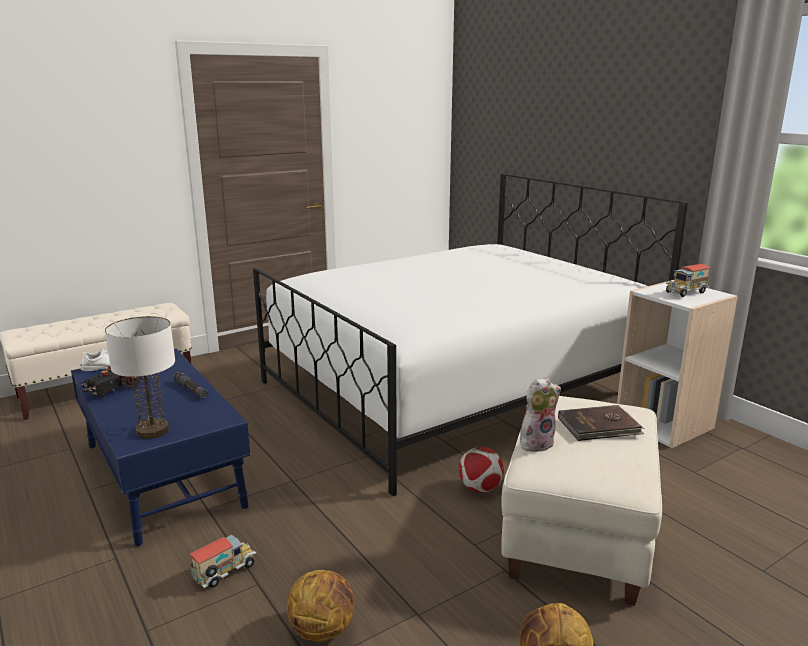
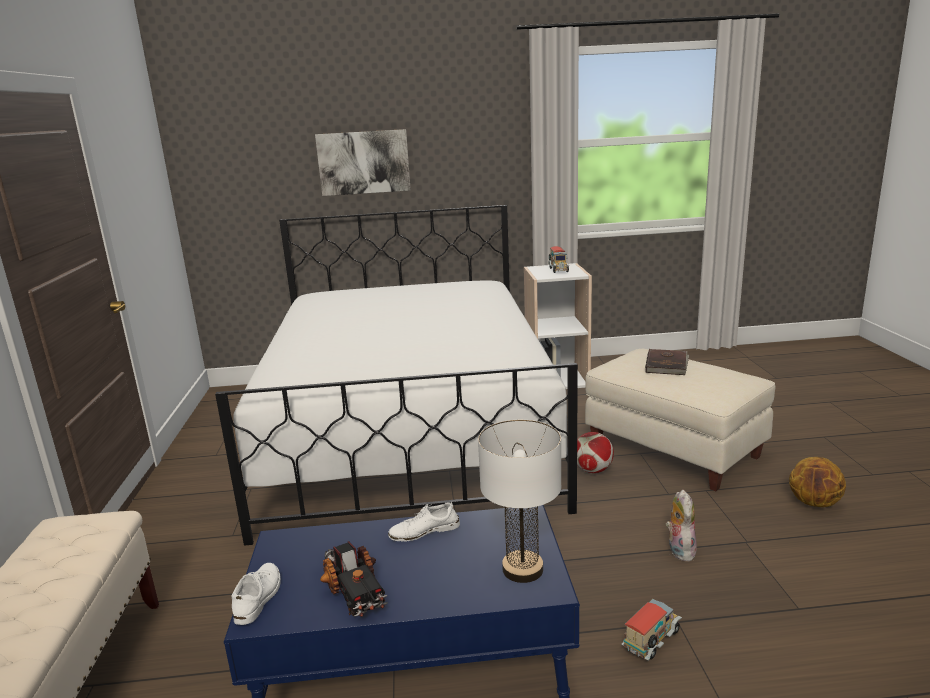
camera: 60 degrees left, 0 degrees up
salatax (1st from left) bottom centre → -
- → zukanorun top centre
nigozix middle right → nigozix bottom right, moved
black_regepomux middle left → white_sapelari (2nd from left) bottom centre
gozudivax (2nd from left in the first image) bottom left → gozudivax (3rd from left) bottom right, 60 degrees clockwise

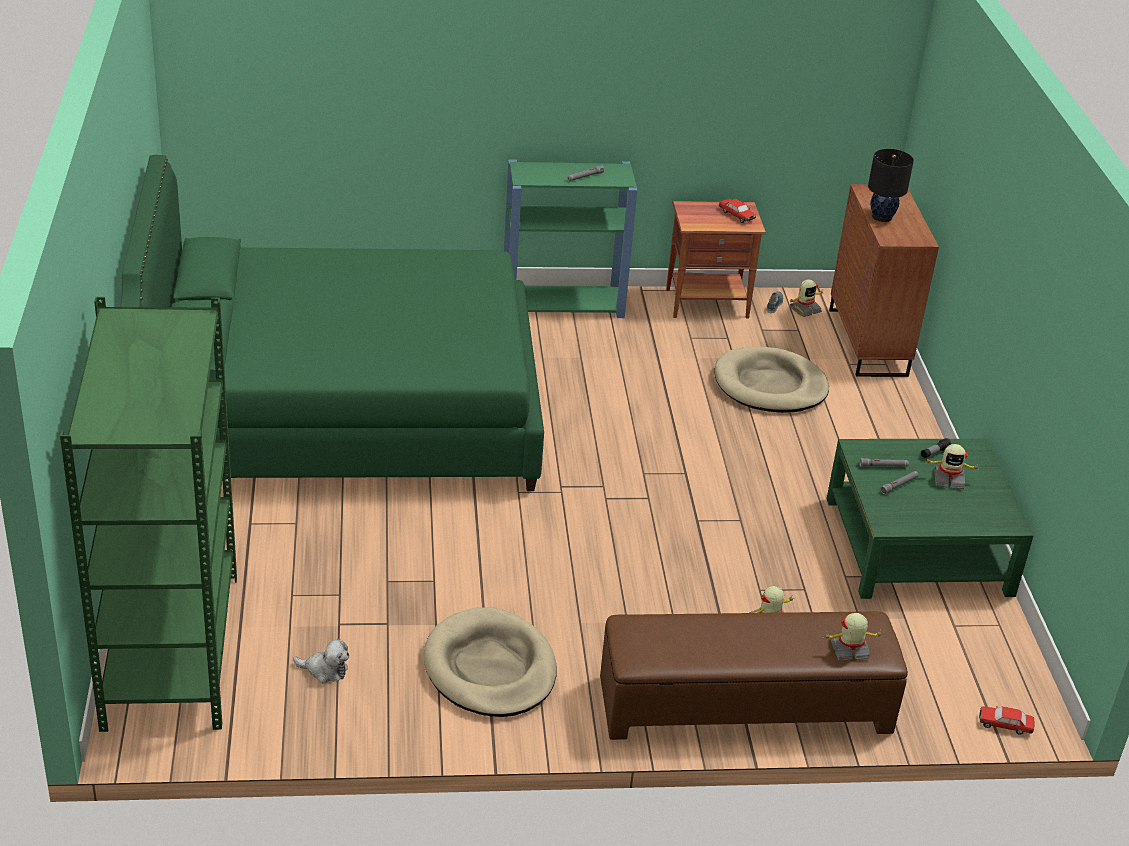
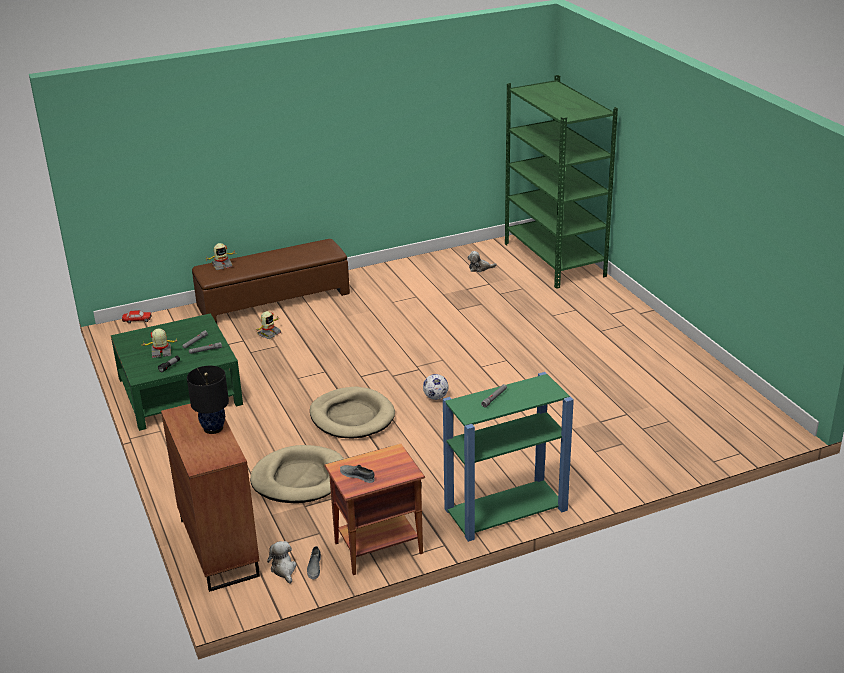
camera: 165 degrees right, 5 degrees down
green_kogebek middle left → -
- → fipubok centre
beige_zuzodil (1st from left in the first image) bottom centre → beige_zuzodil (2nd from left) centre, moved
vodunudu (1st from left) top centre → grey_sapelari (2nd from left) bottom centre
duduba (2nd from left) middle right → nigozix (1st from left) bottom centre

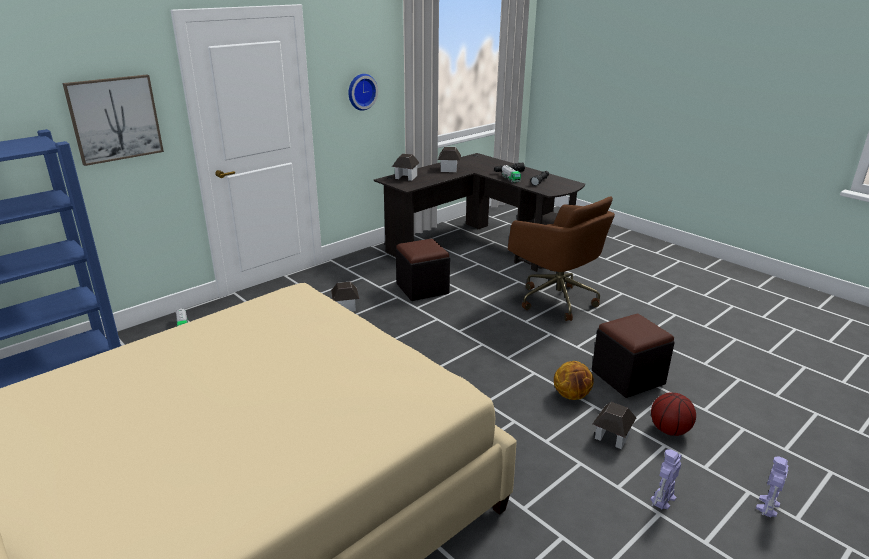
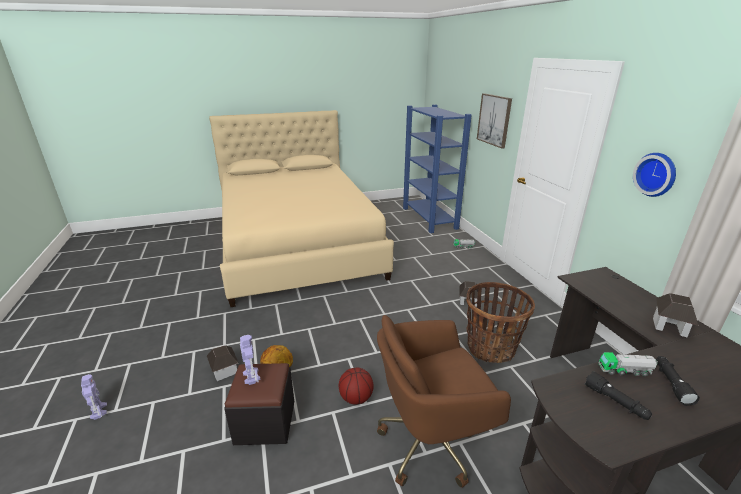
camera: 115 degrees right, 0 degrees up
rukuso (2nd from left) top centre → -
duduba (1st from left in the first image) bottom right → duduba (2nd from left) bottom centre, moved
salatax (2nd from left) bottom right → salatax (2nd from left) bottom centre, moved
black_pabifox (1st from left) centre → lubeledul middle right

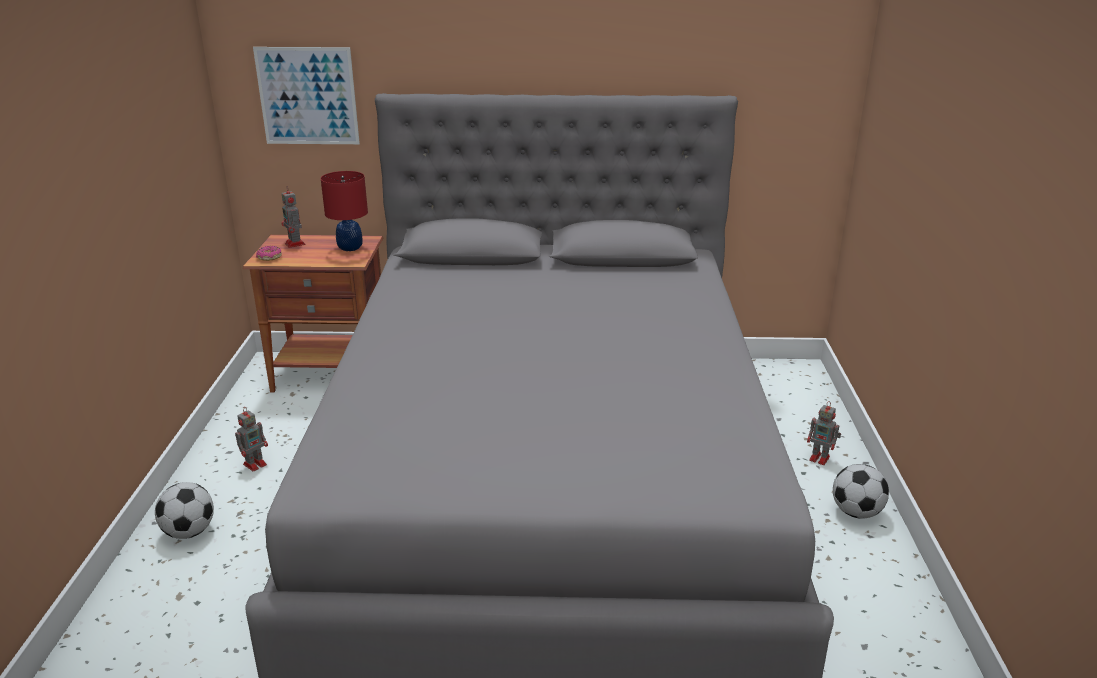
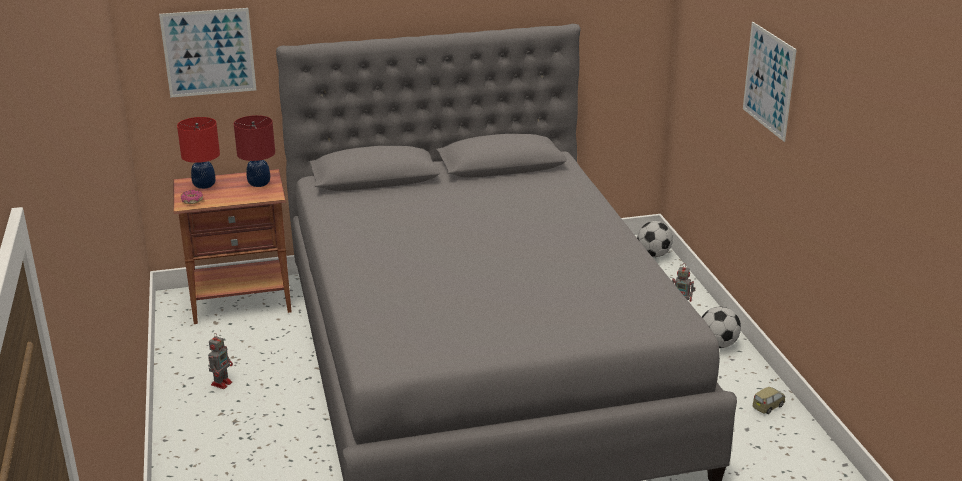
camera: 15 degrees left, 0 degrees up
- → zukanorun (2nd from left) top right
- → vodunudu bottom right
fipubok (1st from left) bottom left → fipubok (1st from left) middle right, moved
duduba (2nd from left) top left → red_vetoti (1st from left) top left

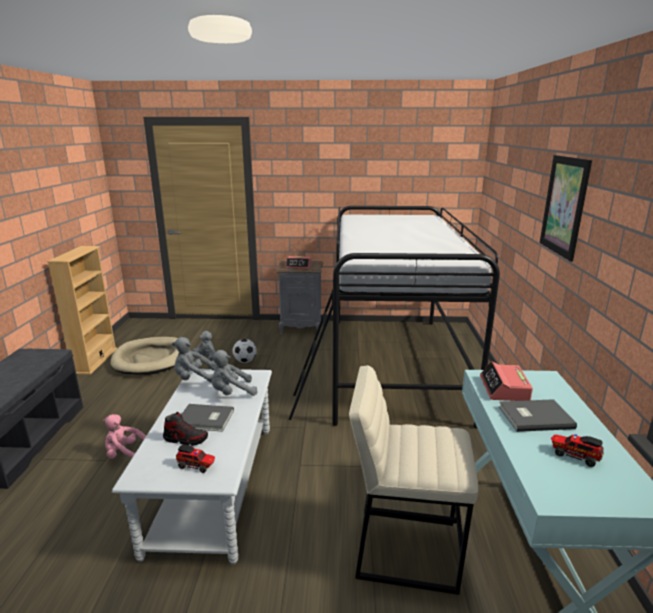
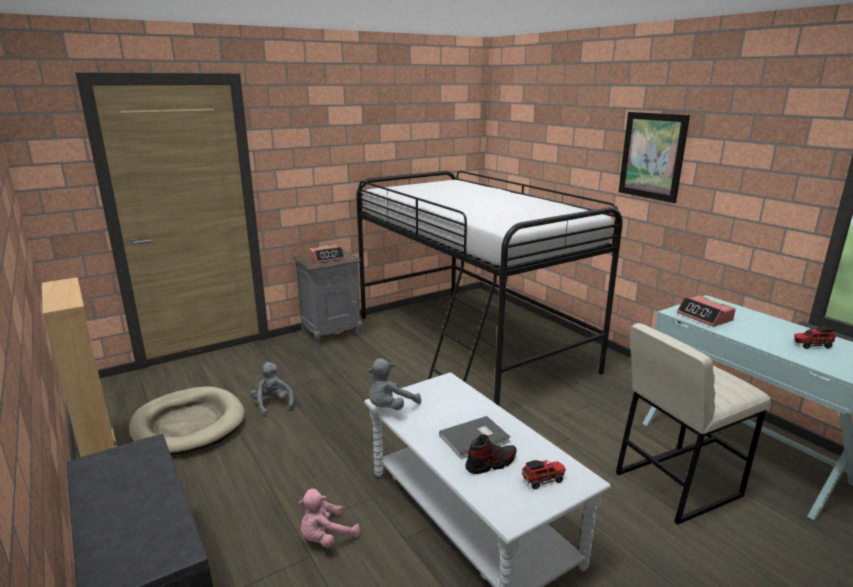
camera: 35 degrees left, 0 degrees up
grey_nigozix (3rd from left) centre → -
fipubok centre → -
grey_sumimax (2nd from left) bottom right → -

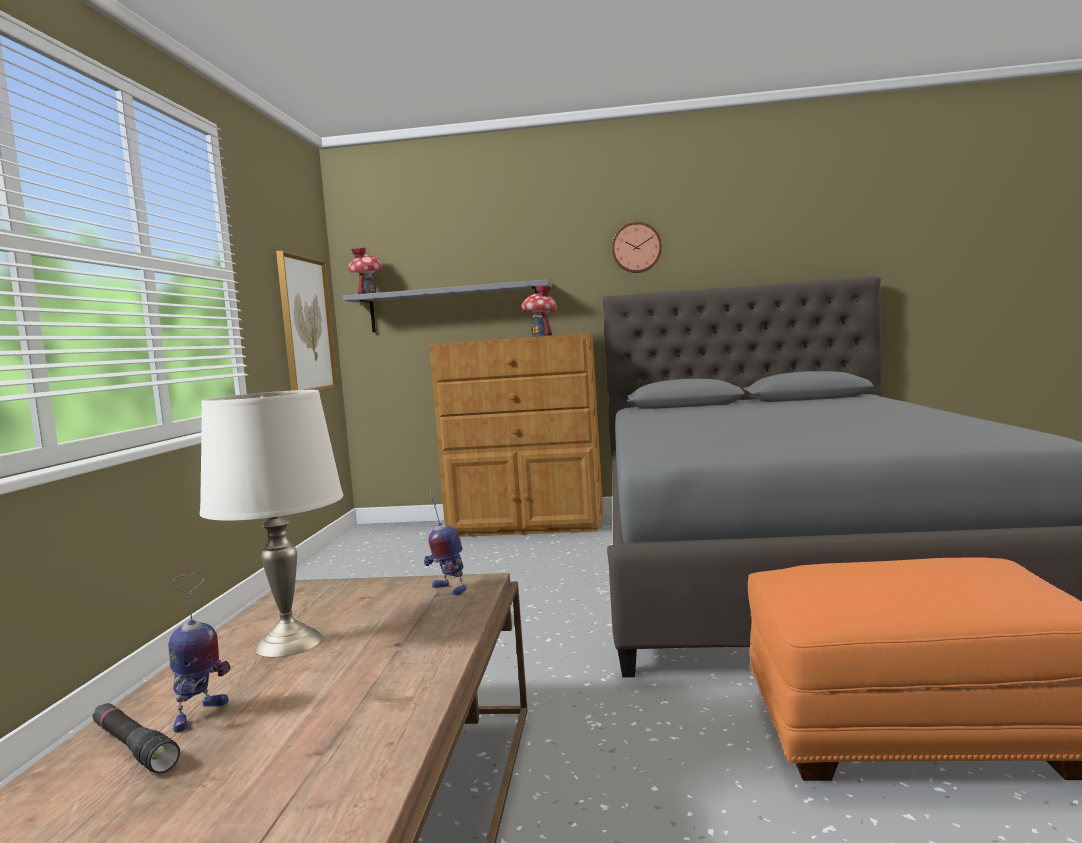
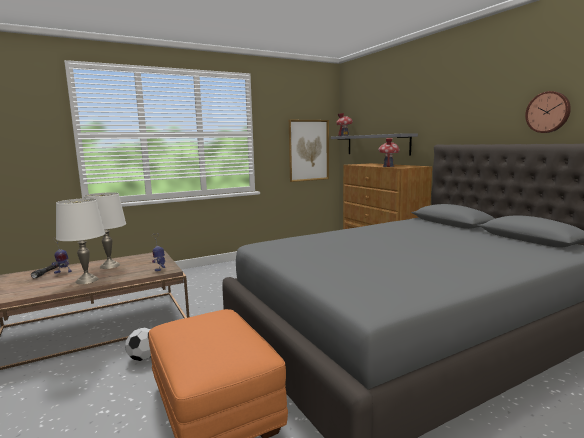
camera: 55 degrees right, 5 degrees up
- → white_vetoti (1st from left) middle left
- → fipubok bottom left
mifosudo top centre → mifosudo top right, moved

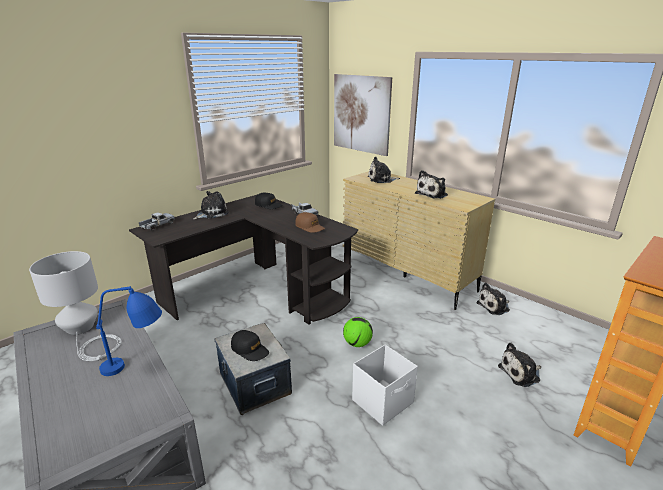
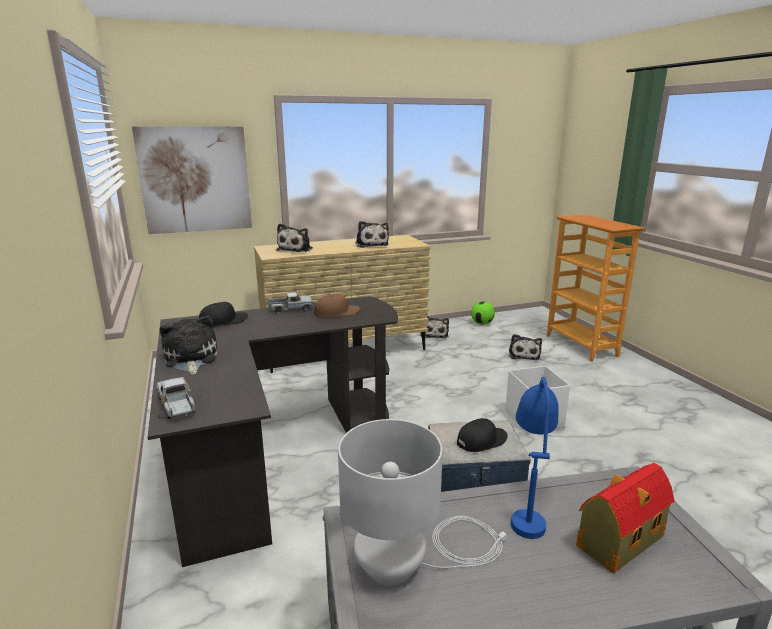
camera: 65 degrees left, 5 degrees down
- → rukuso bottom right
fipubok bottom centre → fipubok centre, moved

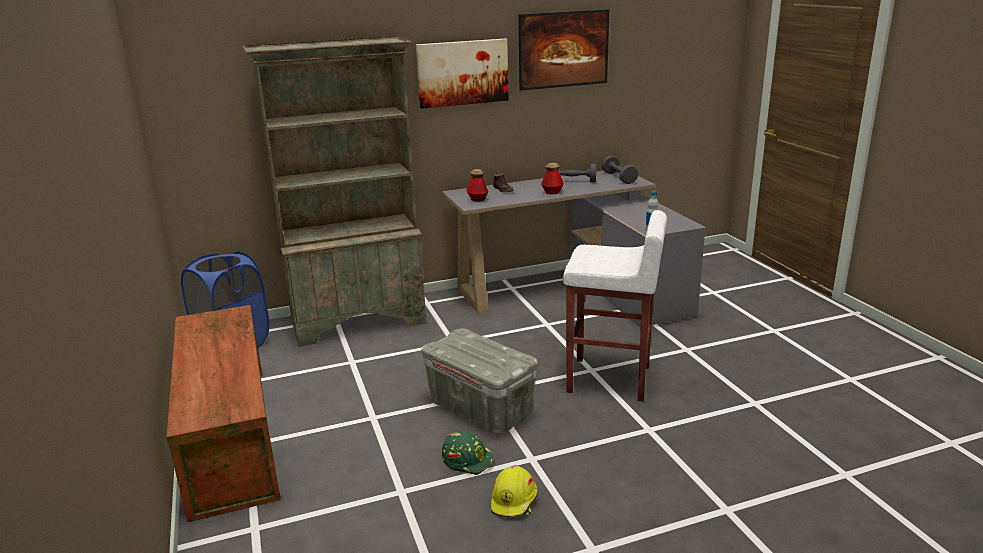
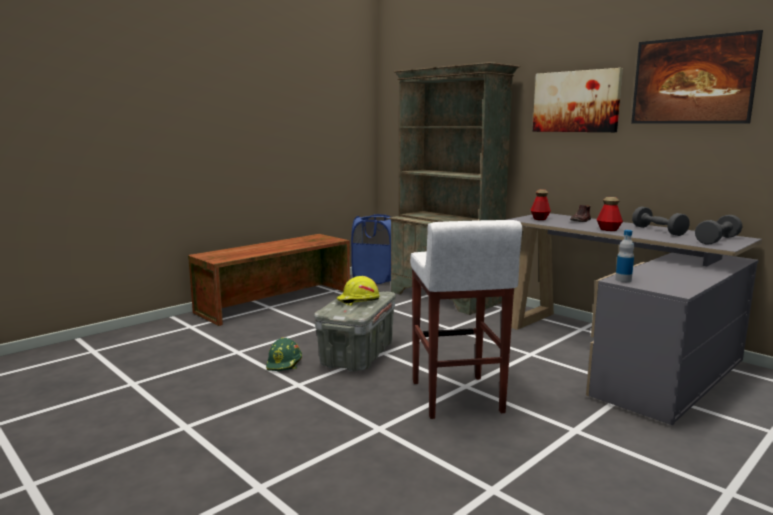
camera: 65 degrees right, 10 degrees down
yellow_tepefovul bottom centre → yellow_tepefovul centre, moved

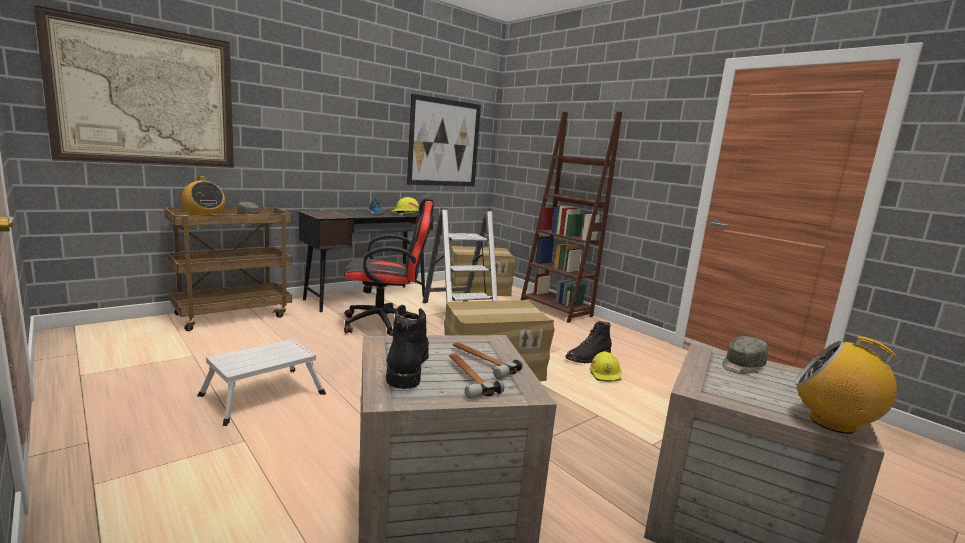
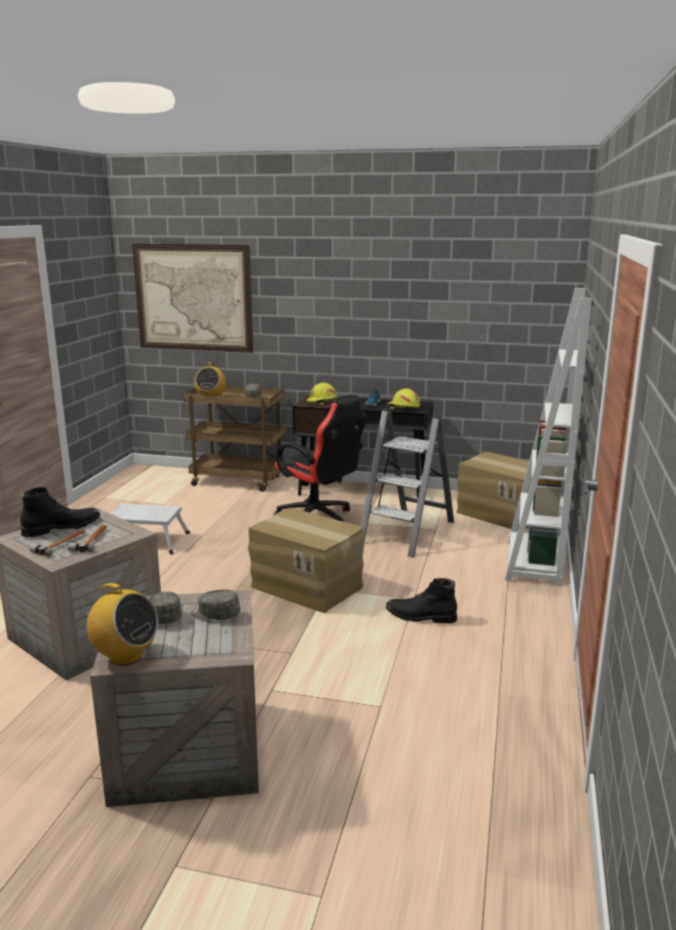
camera: 55 degrees right, 5 degrees up
zukanorun (2nd from left) top centre → -
- → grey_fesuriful (1st from left) middle left
yellow_tepefovul (2nd from left in the first image) bottom centre → yellow_tepefovul (1st from left) centre, moved
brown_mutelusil centre → white_mutelusil middle right
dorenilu (2nd from left in the first image) bottom right → dorenilu (1st from left) bottom left, 120 degrees clockwise

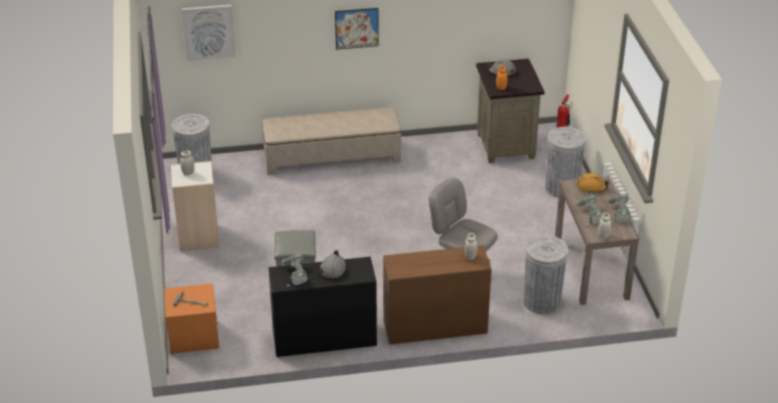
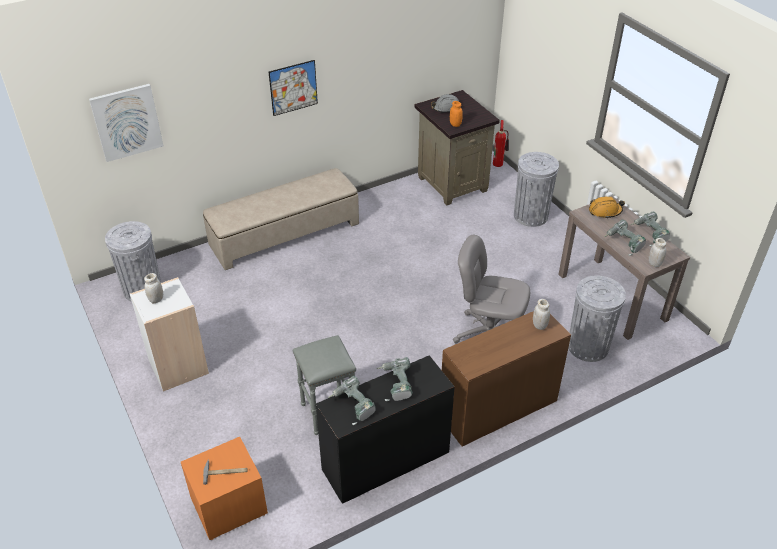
camera: 20 degrees left, 5 degrees up
grey_tepefovul (1st from left) centre → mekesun (2nd from left) bottom centre

